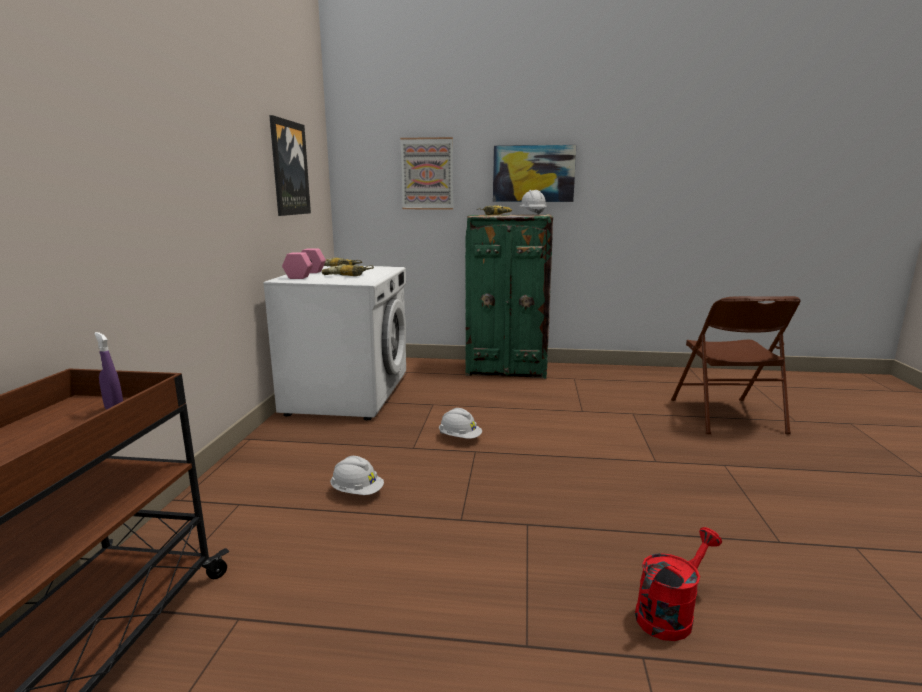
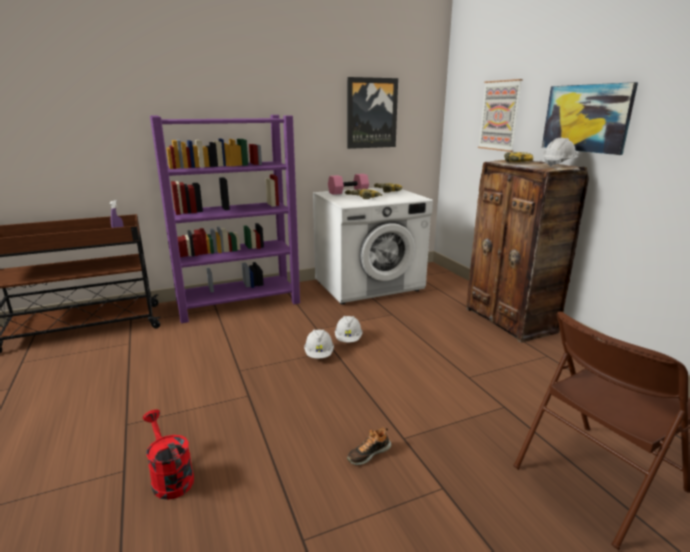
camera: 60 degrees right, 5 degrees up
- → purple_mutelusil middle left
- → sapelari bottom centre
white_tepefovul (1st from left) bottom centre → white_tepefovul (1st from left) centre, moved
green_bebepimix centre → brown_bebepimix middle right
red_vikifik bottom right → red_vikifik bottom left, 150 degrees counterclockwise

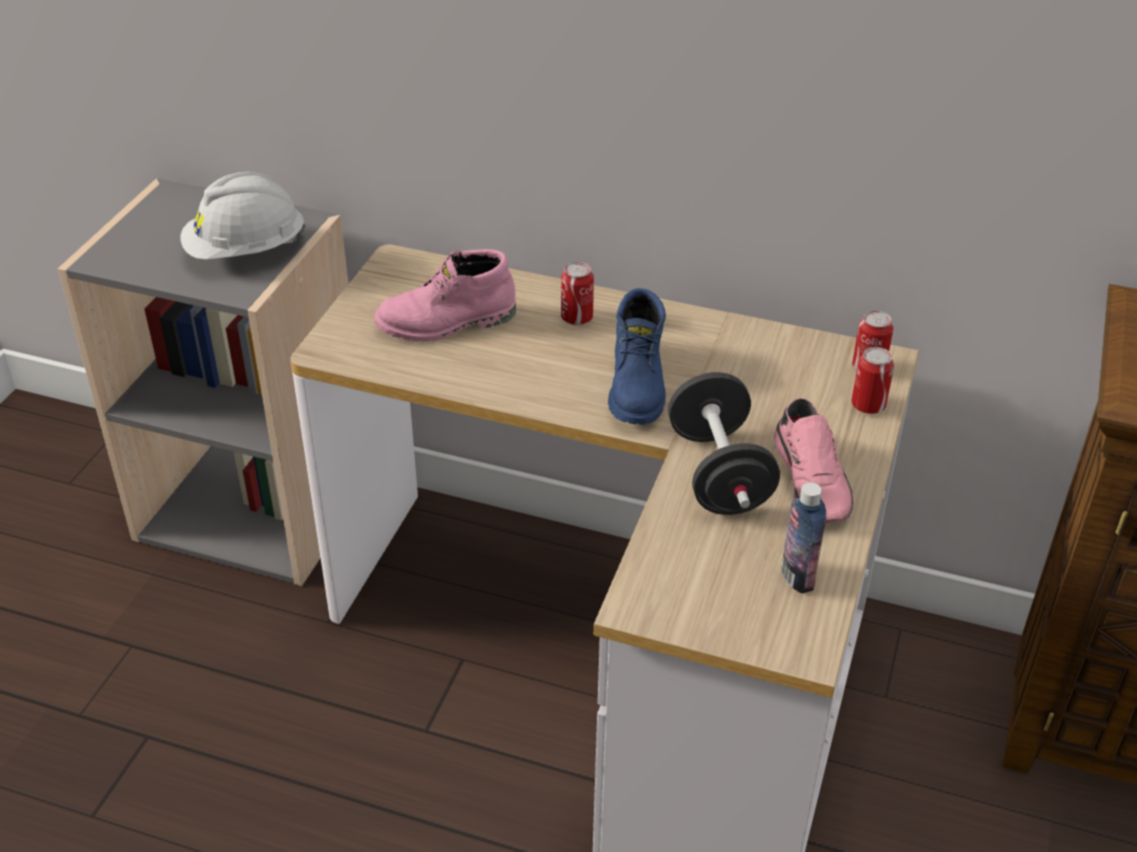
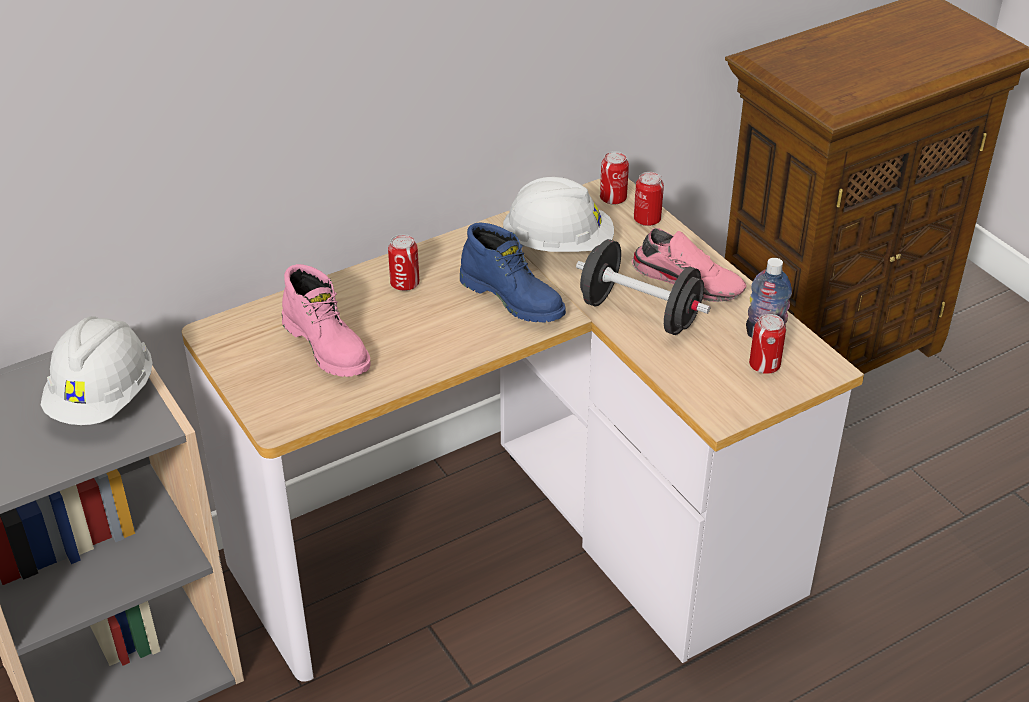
camera: 50 degrees left, 0 degrees up
- → white_tepefovul (2nd from left) top centre
- → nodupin (4th from left) middle right
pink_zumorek centre → pink_zumorek middle left, 60 degrees counterclockwise

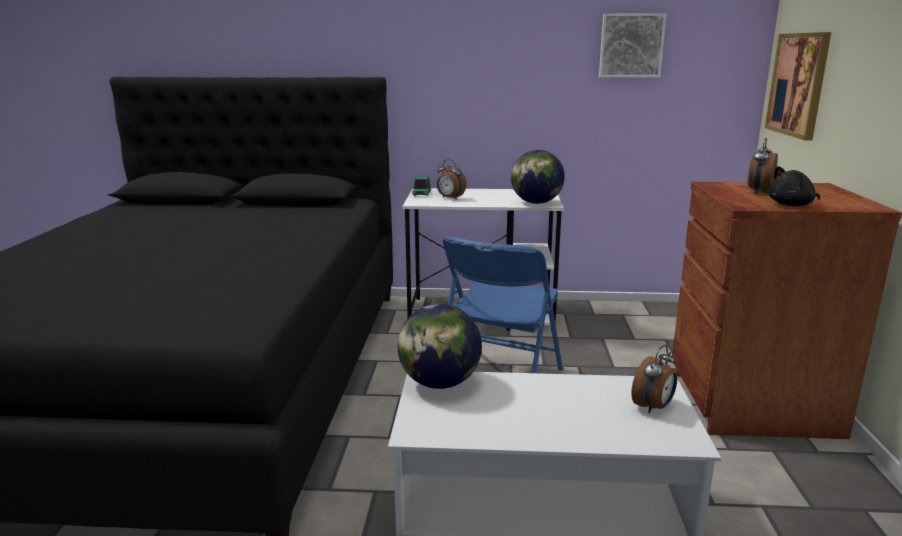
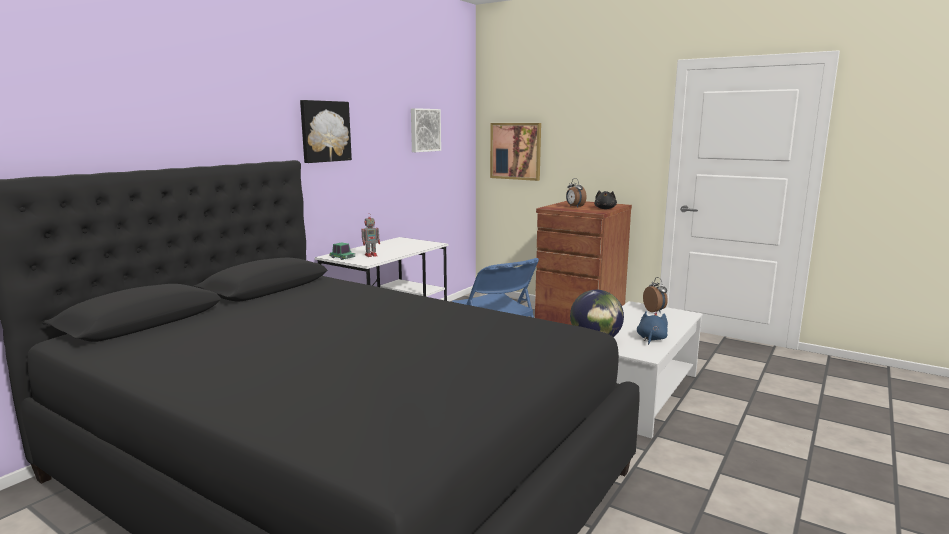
camera: 60 degrees left, 5 degrees down
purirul (2nd from left) top centre → -
- → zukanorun (1st from left) top centre
- → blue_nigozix middle right
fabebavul (1st from left) centre → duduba centre

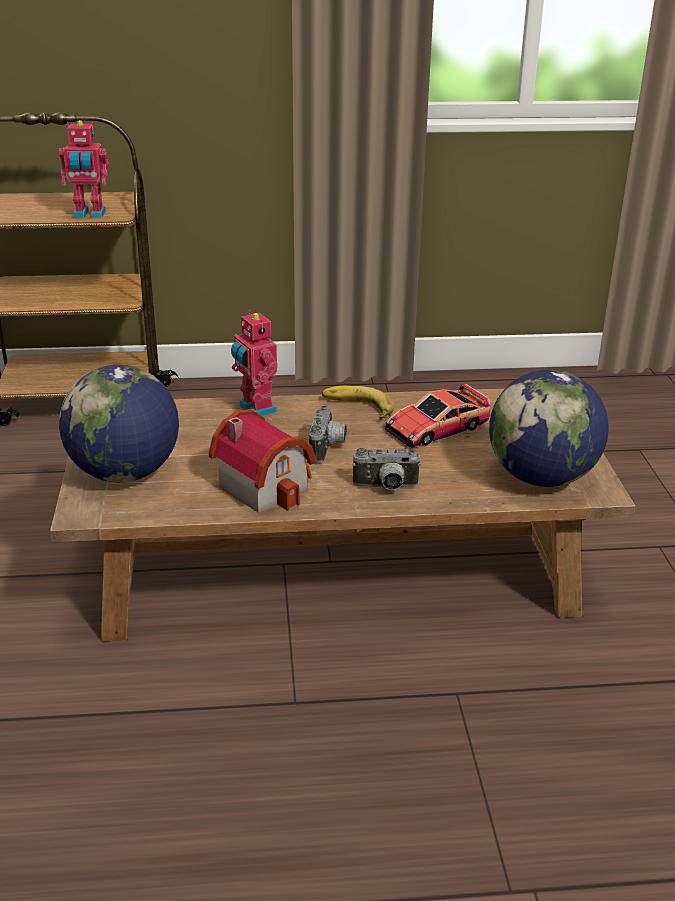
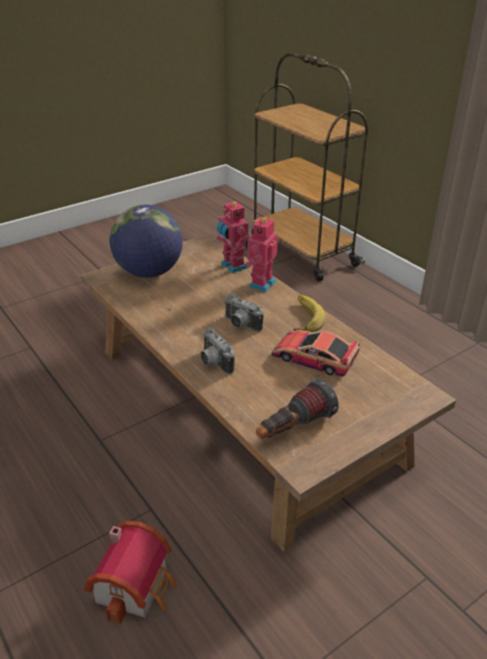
camera: 60 degrees right, 5 degrees up
duduba (1st from left) top left → duduba (1st from left) centre, moved
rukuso centre → rukuso bottom left, moved
purirul (2nd from left) middle right → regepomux centre
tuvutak (1st from left in the first image) centre → tuvutak (2nd from left) centre, 60 degrees clockwise

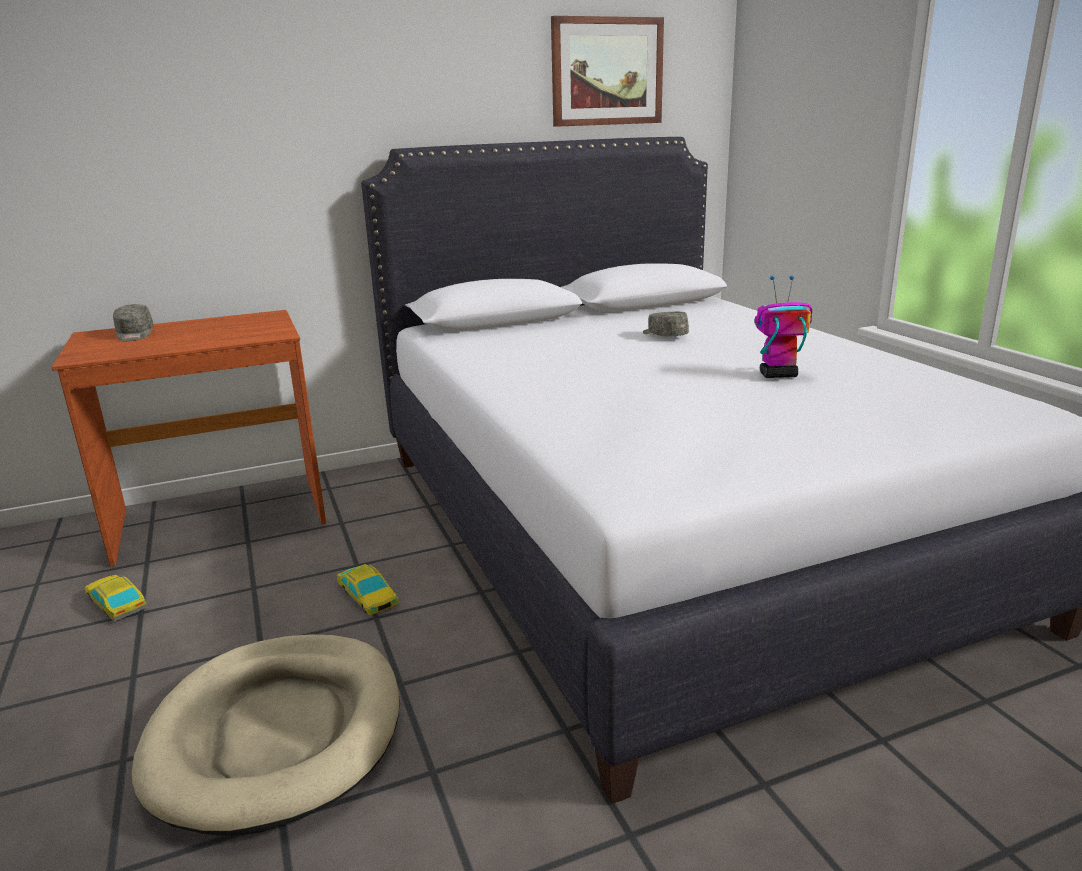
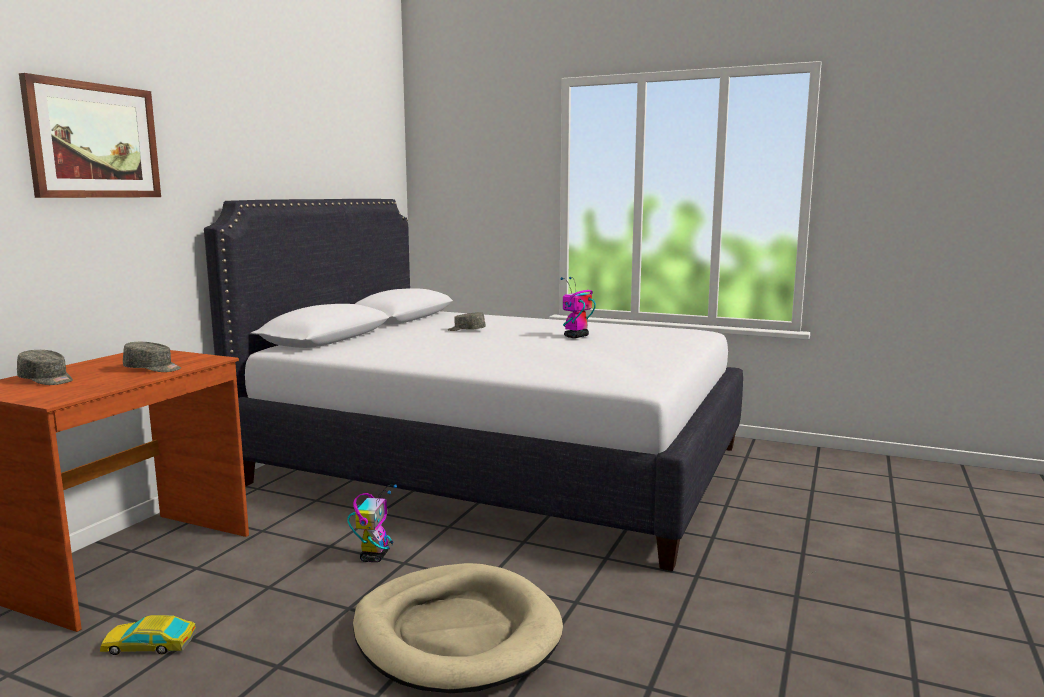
camera: 45 degrees left, 10 degrees down
- → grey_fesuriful (2nd from left) middle left
zukanorun top centre → zukanorun top left, moved
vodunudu (2nd from left) bottom centre → duduba (1st from left) bottom centre

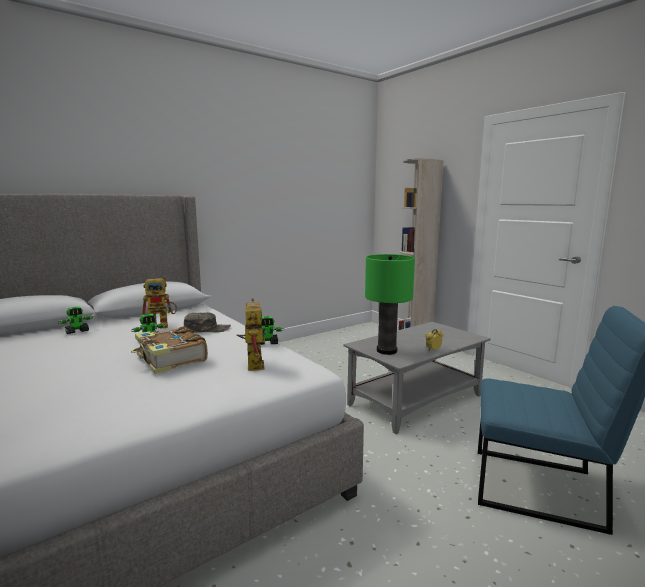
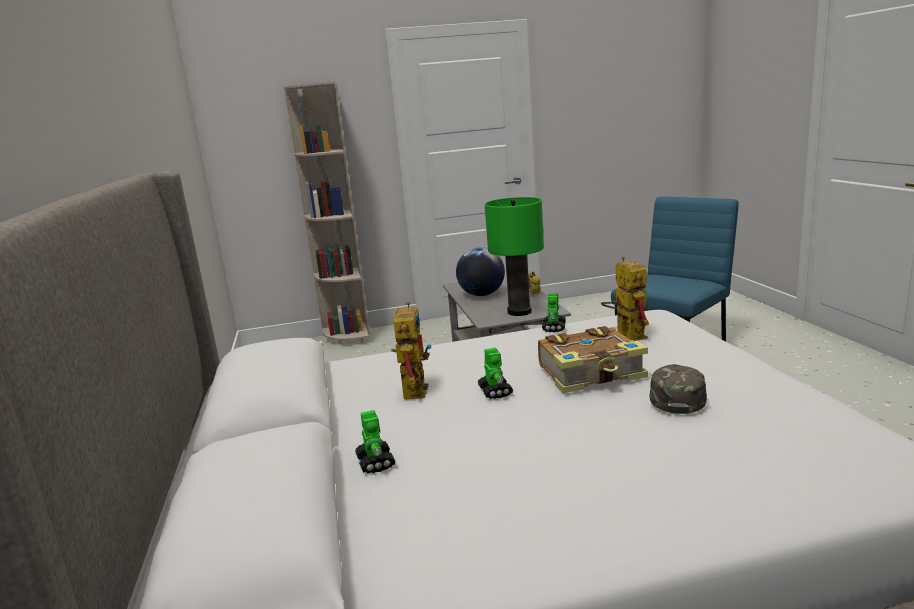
camera: 65 degrees left, 5 degrees up
- → purirul centre
green_fesuriful middle left → green_fesuriful middle right, moved
duduba (4th from left in the first image) centre → duduba (5th from left) middle right, 60 degrees clockwise

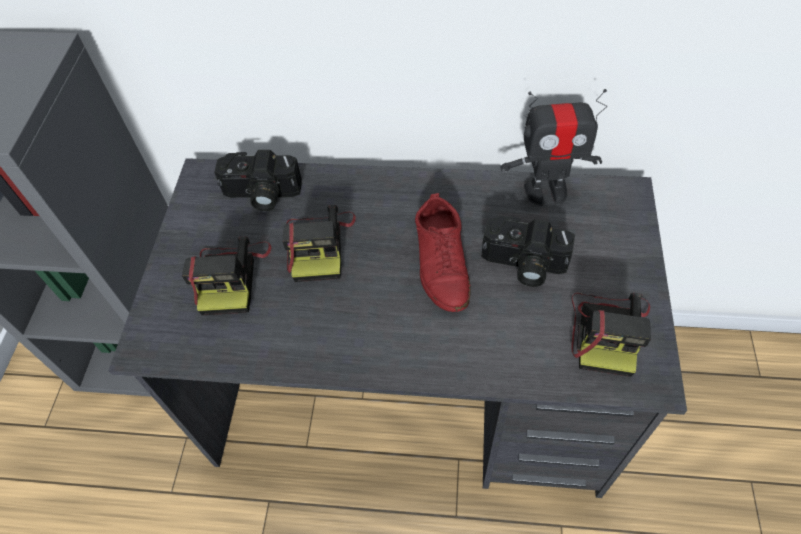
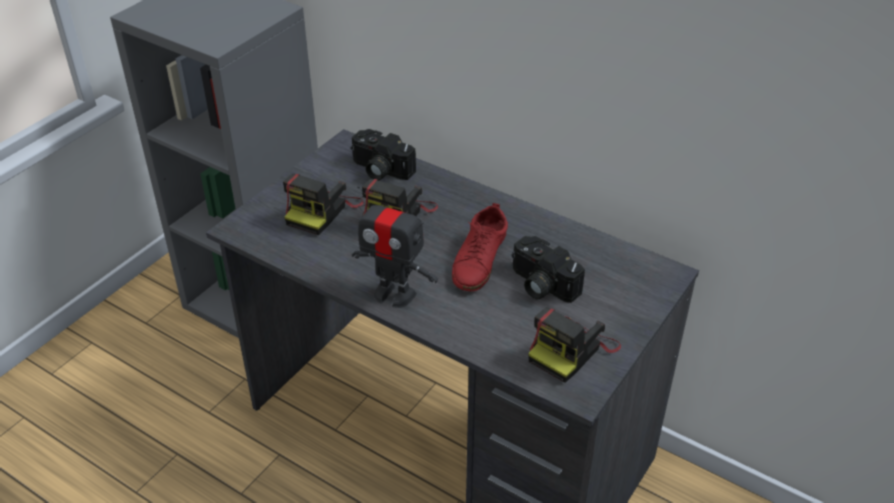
camera: 25 degrees right, 15 degrees down
duduba top right → duduba centre, moved

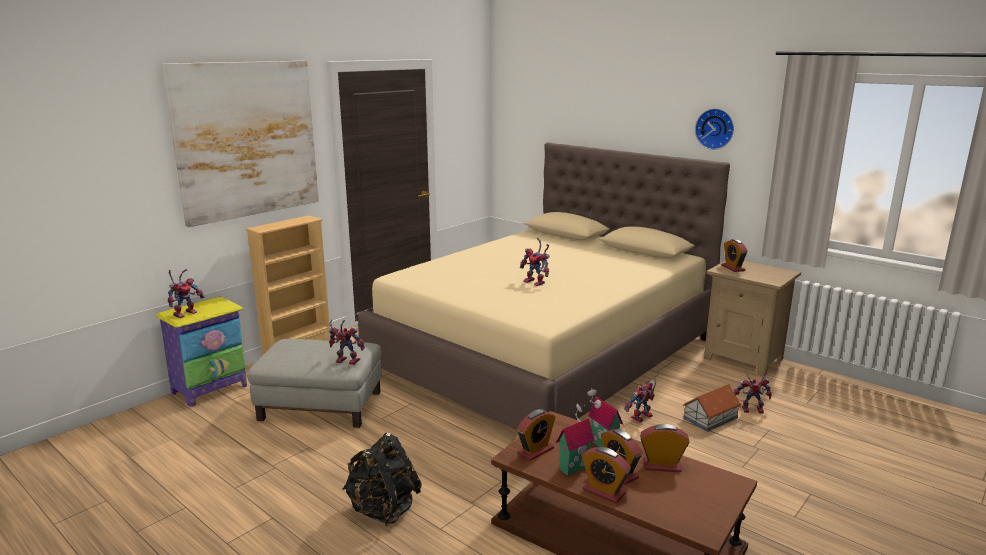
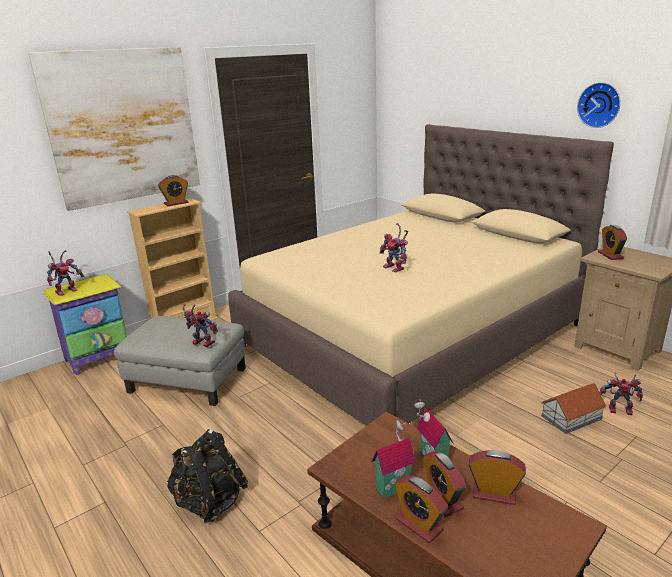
camera: 10 degrees right, 5 degrees up
duduba (4th from left) bottom centre → -
fabebavul (1st from left) bottom centre → fabebavul (1st from left) top left, moved

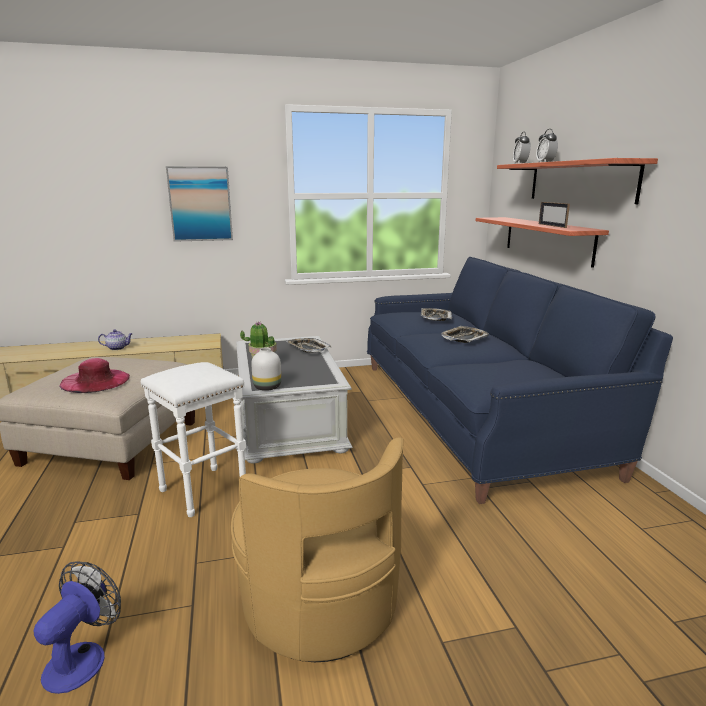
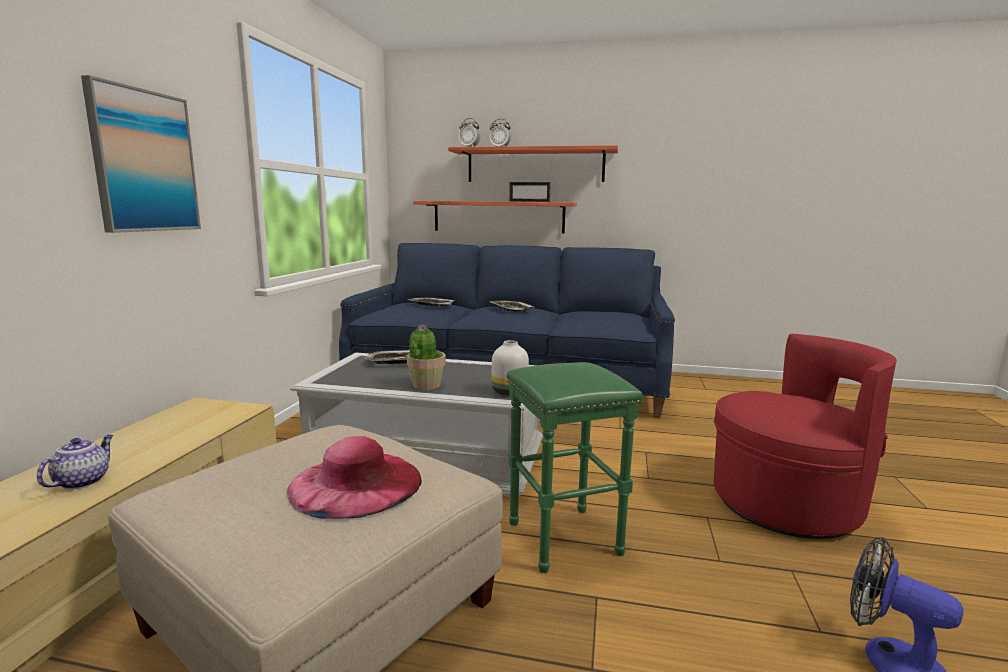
camera: 65 degrees left, 5 degrees down
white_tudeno middle left → green_tudeno bottom centre
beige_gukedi bottom centre → red_gukedi middle right

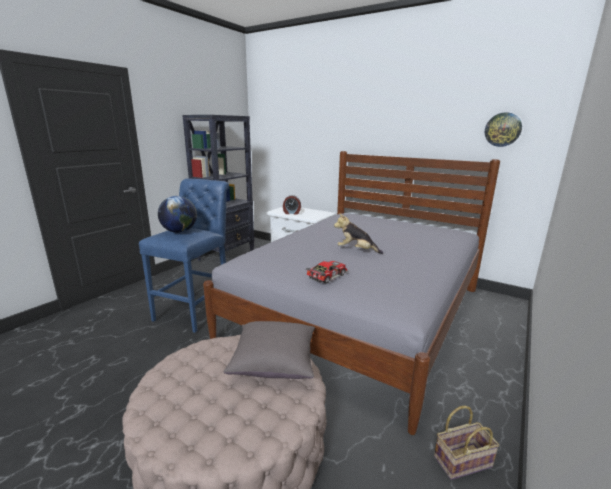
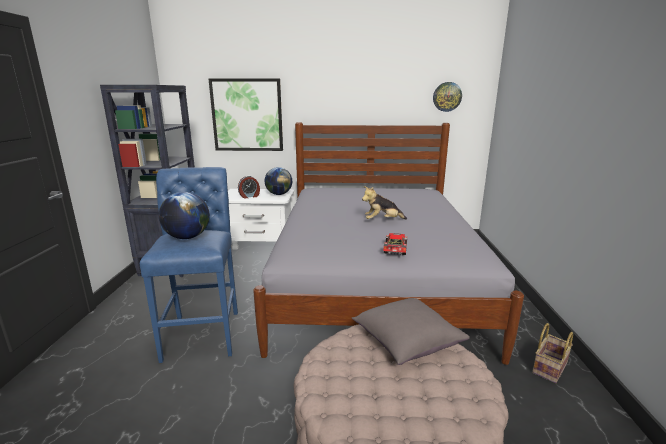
camera: 30 degrees left, 0 degrees up
- → zukanorun top centre
- → purirul (2nd from left) centre

